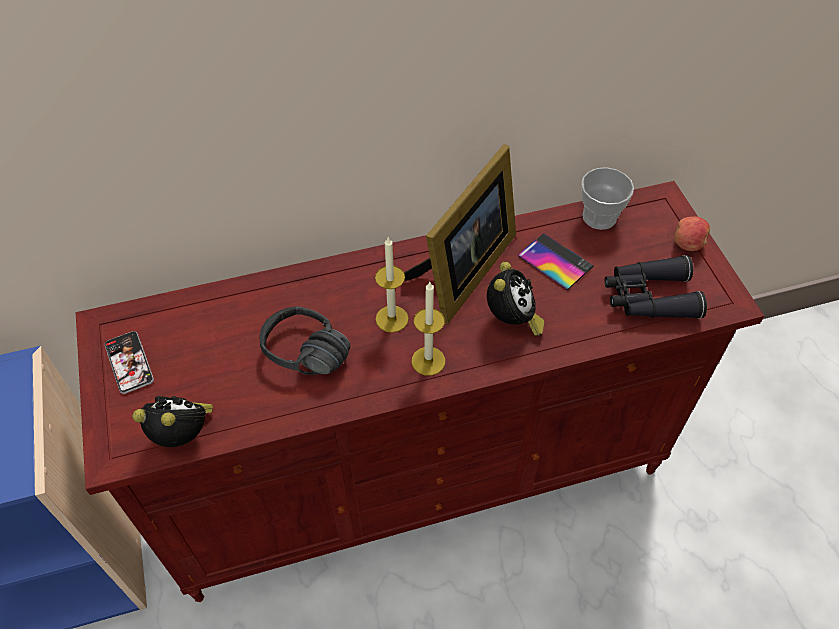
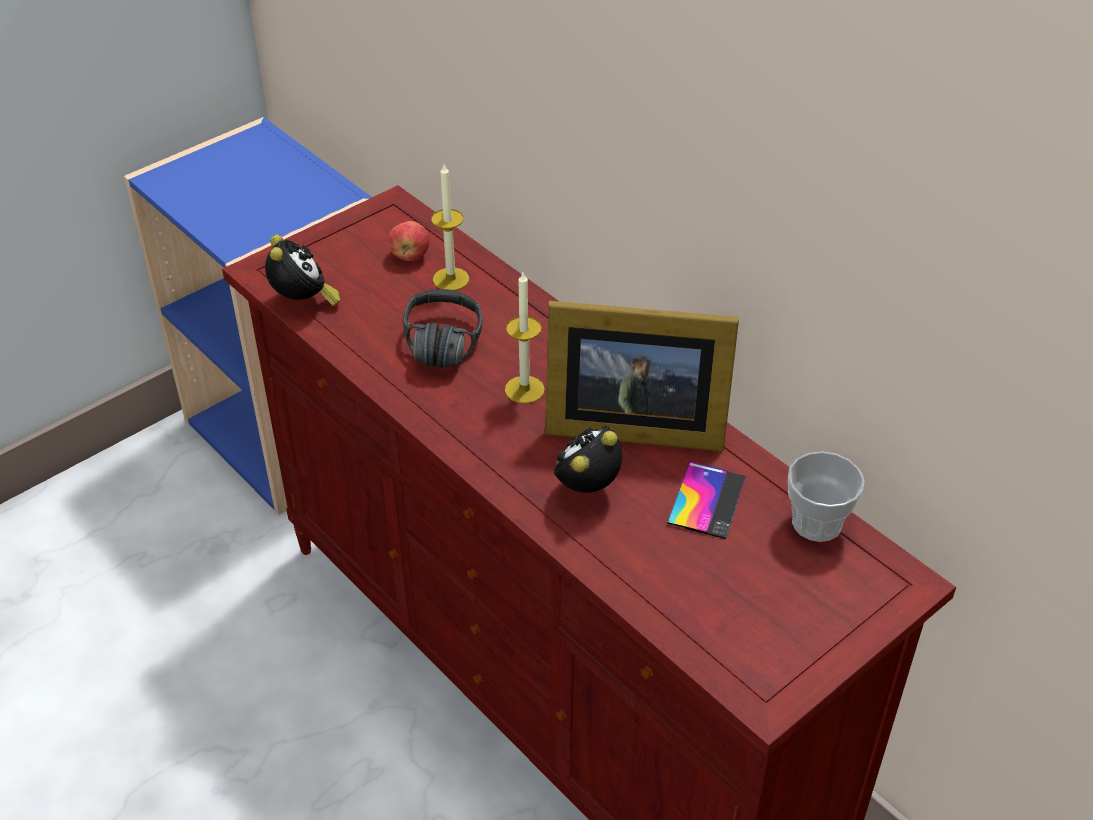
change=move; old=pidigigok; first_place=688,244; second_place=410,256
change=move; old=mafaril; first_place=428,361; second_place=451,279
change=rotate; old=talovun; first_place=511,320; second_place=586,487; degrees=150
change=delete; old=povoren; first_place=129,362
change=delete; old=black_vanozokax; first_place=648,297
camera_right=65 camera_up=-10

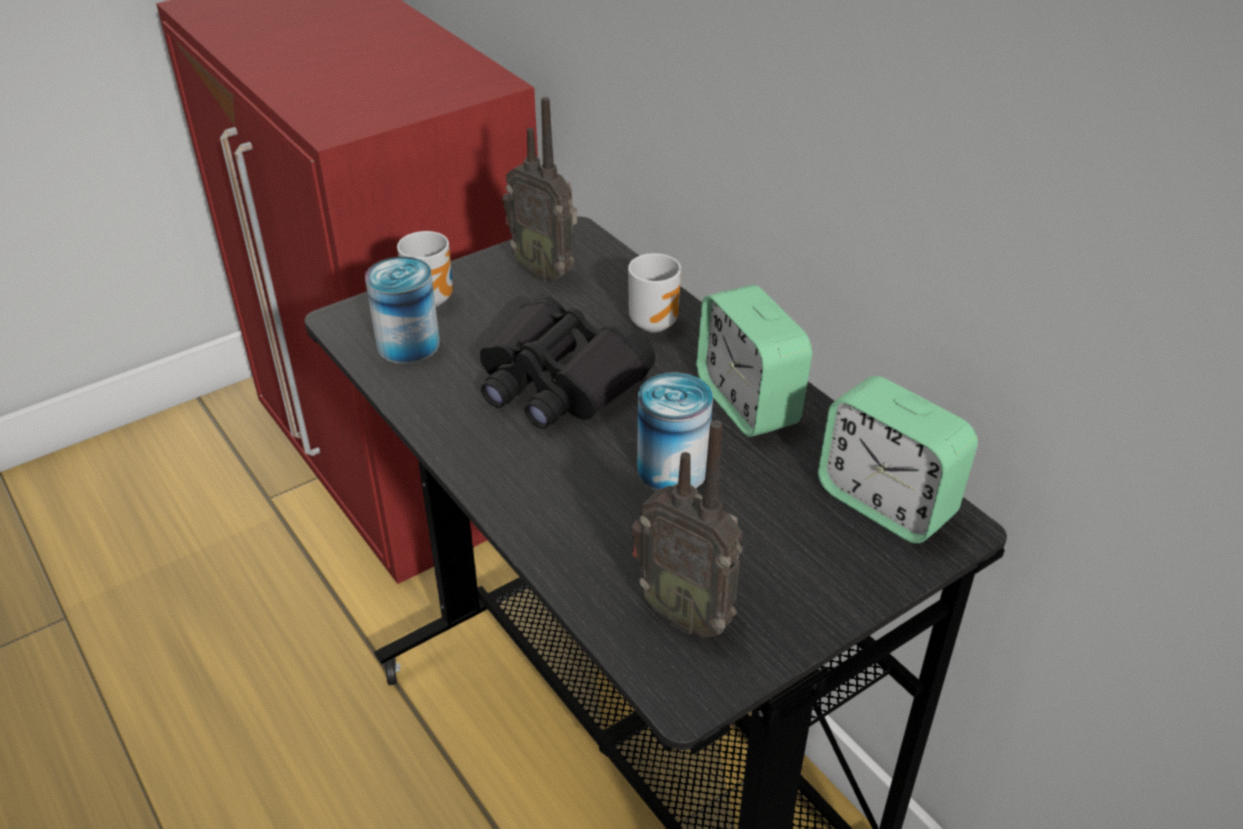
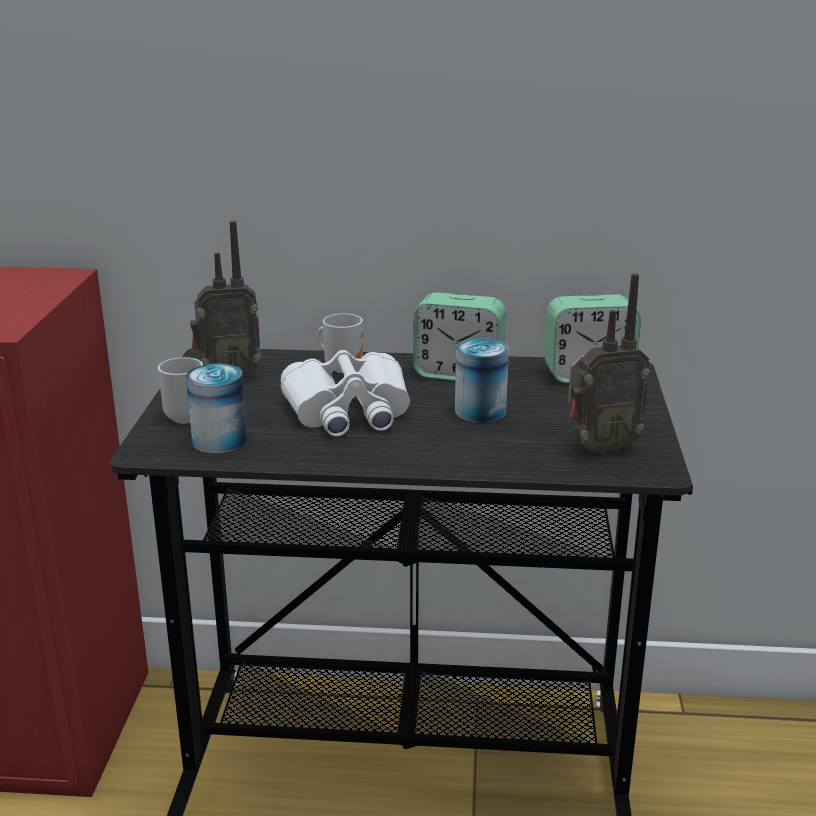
change=recolor; old=black_vanozokax; new=white_vanozokax; first_place=558,382; second_place=348,412
camera_right=-50 camera_up=-15

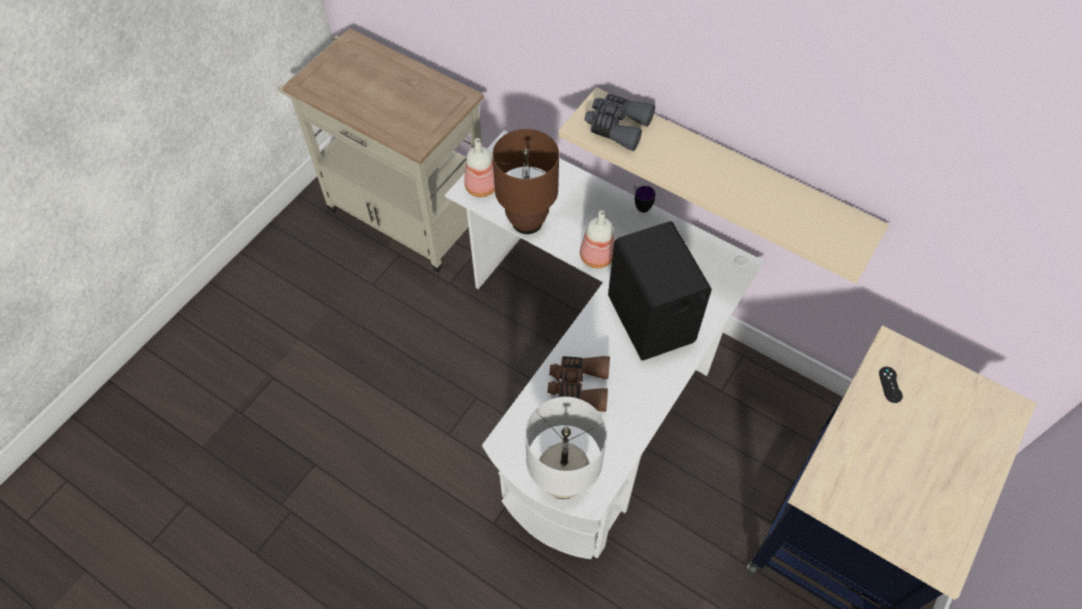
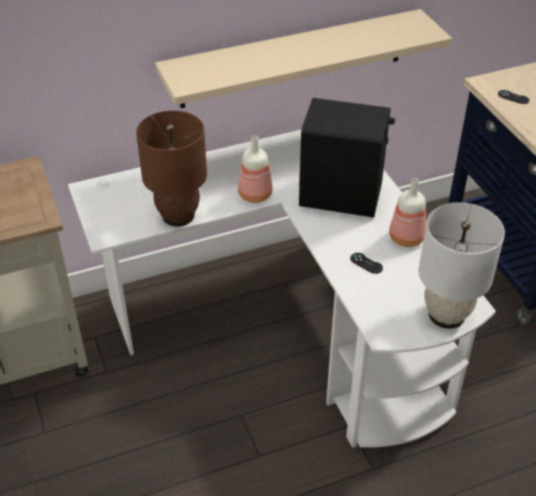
change=replace; old=brown_vanozokax; new=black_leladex; first_place=578,386; second_place=366,263
change=move; old=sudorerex; first_place=482,188; second_place=407,238
change=delete; old=grey_vanozokax; first_place=617,126
change=delete; old=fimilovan; first_place=641,205
camera_right=-55 camera_up=-15

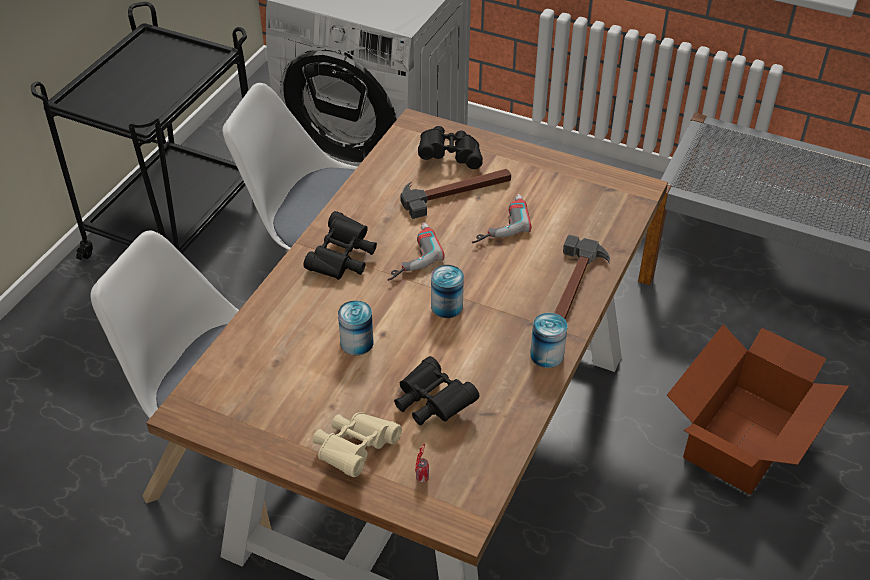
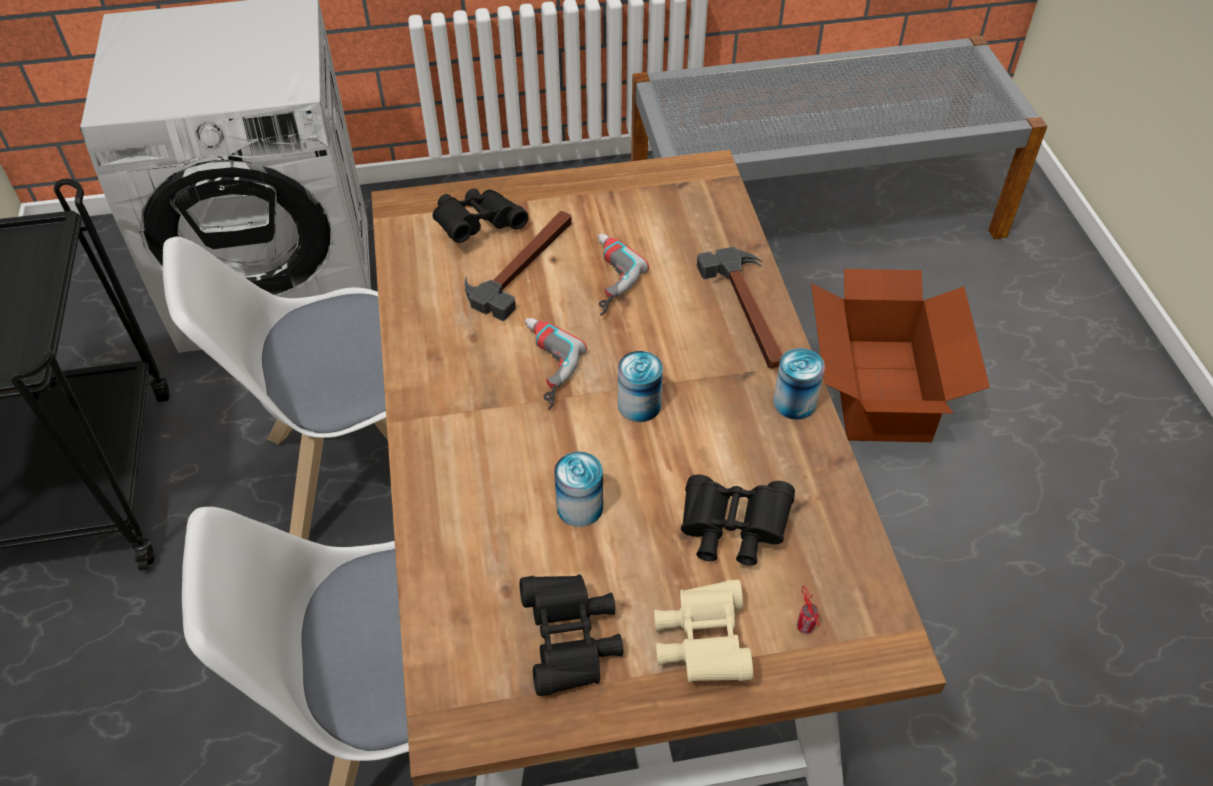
change=move; old=black_vanozokax; first_place=342,259; second_place=571,642
camera_right=-35 camera_up=5

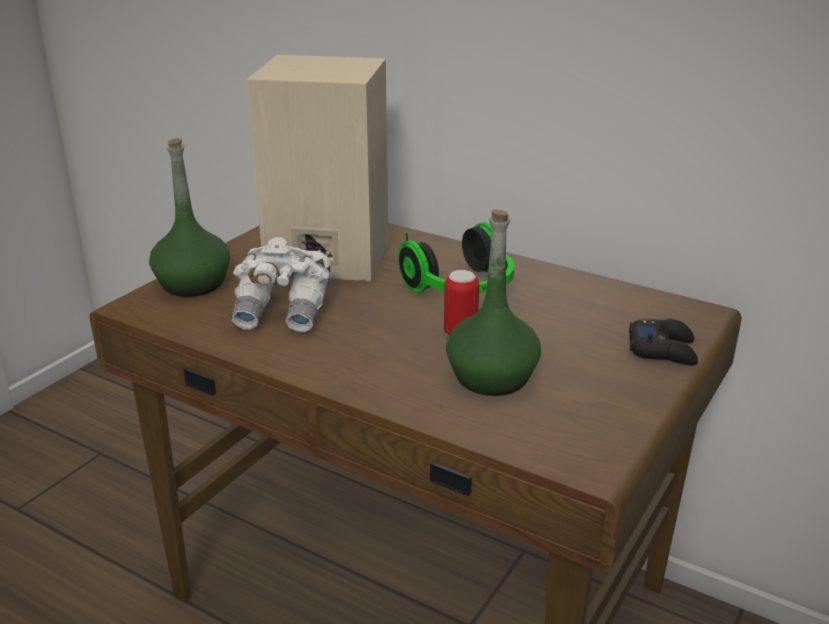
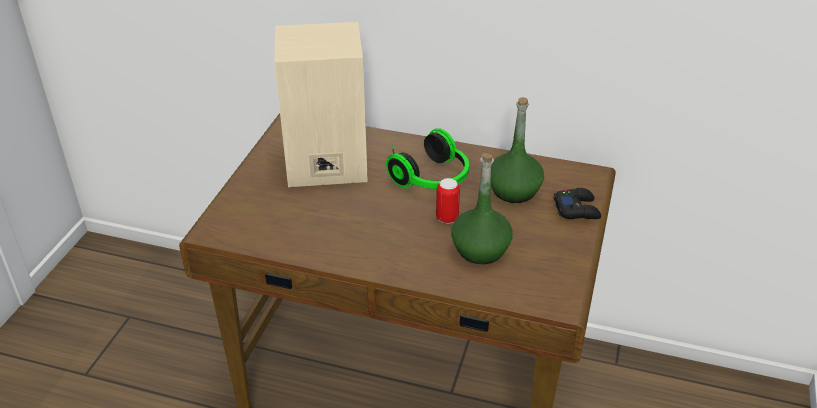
change=move; old=green_sudorerex; first_place=193,284; second_place=514,191
change=delete; old=white_vanozokax; first_place=284,311
camera_right=-15 camera_up=10

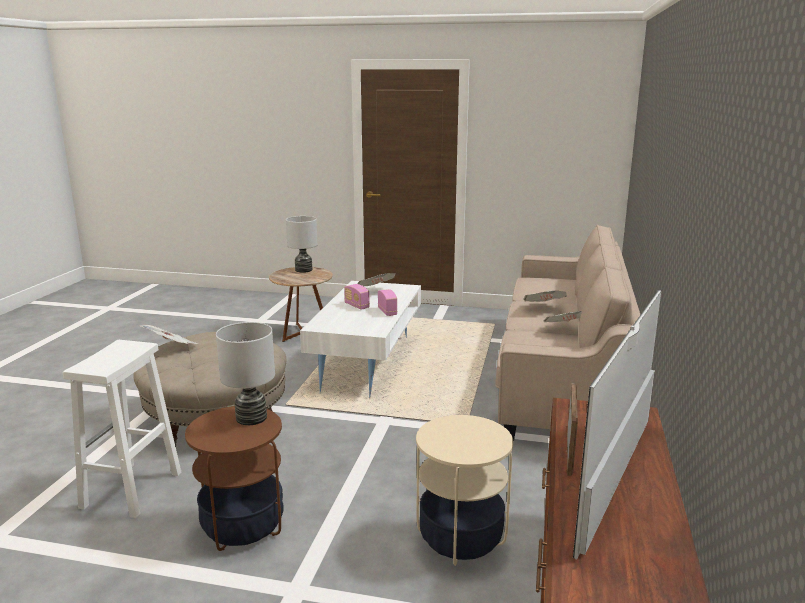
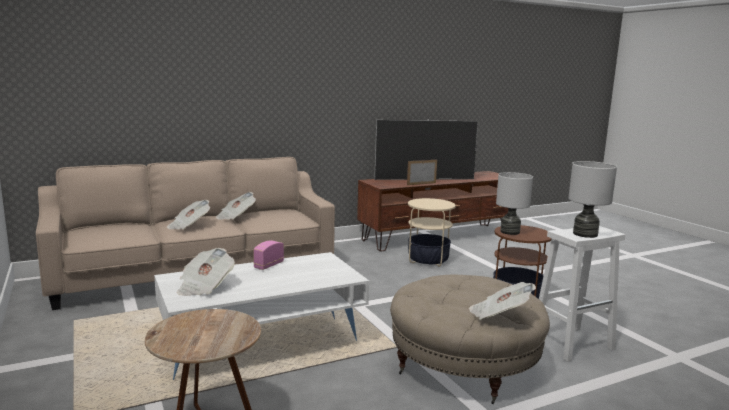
change=move; old=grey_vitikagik; first_place=303,270; second_place=585,234
change=delete; old=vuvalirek; first_place=357,306
camera_right=-130 camera_up=-5

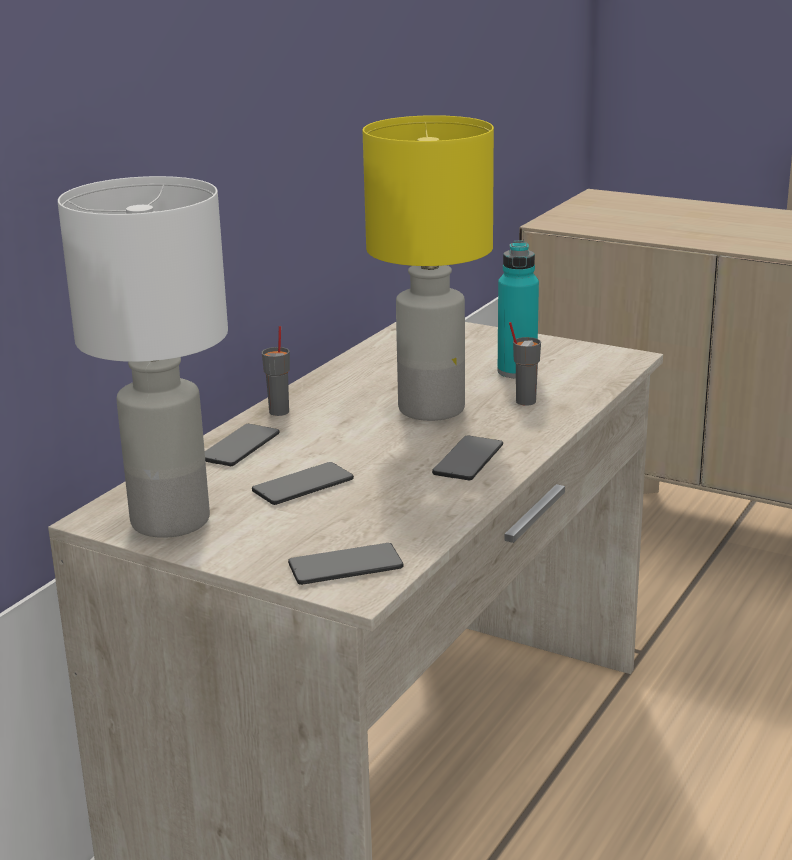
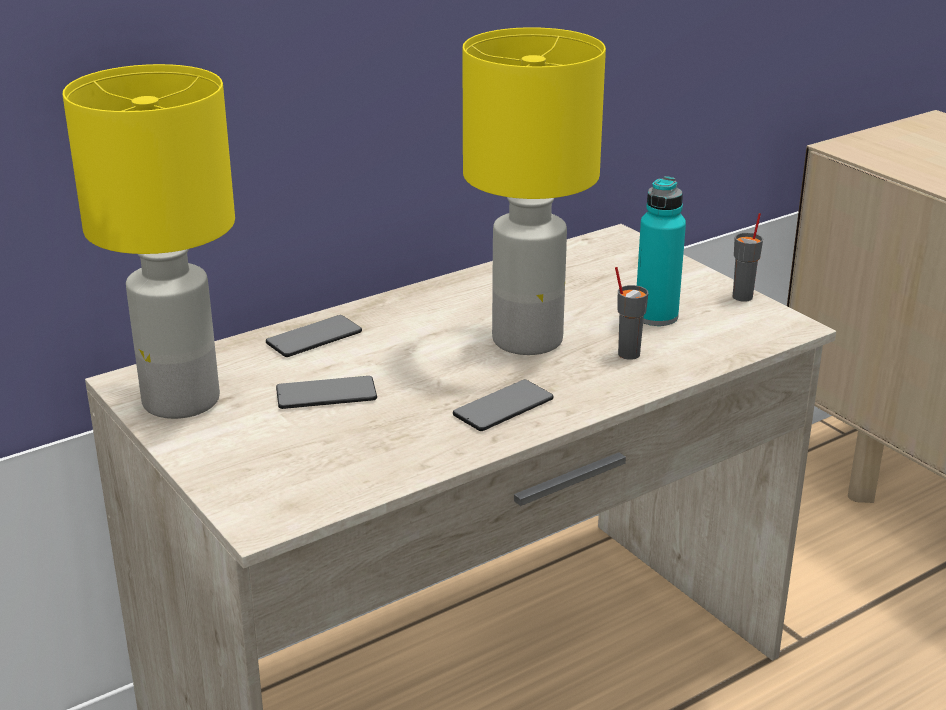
change=recolor; old=white_vitikagik; new=yellow_vitikagik; first_place=171,522; second_place=181,402
change=move; old=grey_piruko; first_place=279,411; second_place=743,297
change=delete; old=povoren; first_place=345,566
camera_right=25 camera_up=5

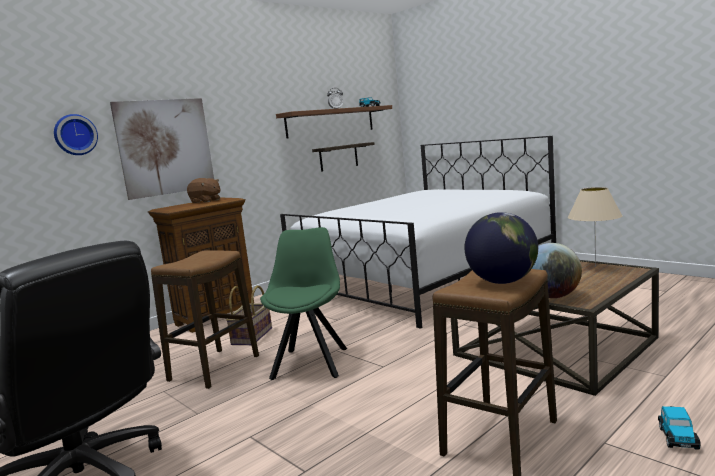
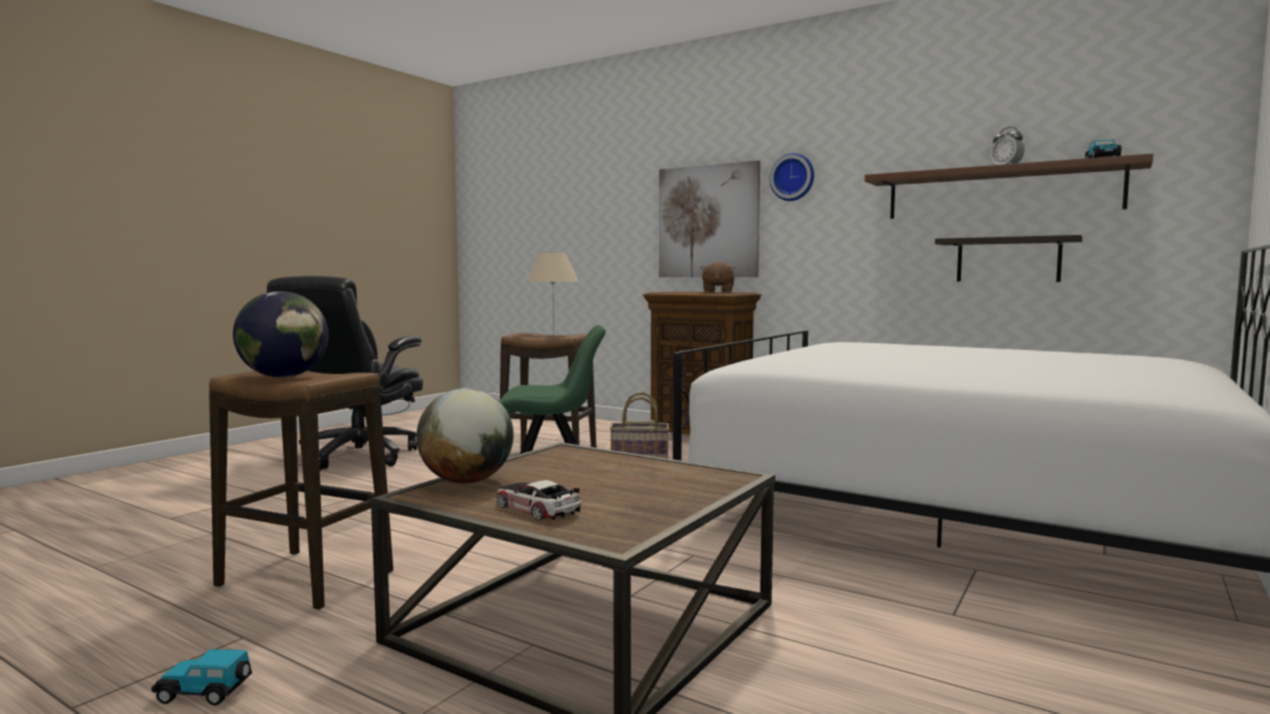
change=insert; new=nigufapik; second_place=537,509
change=move; old=beige_vitikagik; first_place=595,266; second_place=553,335
change=move; old=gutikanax; first_place=75,135; second_place=793,177
camera_right=75 camera_up=-5

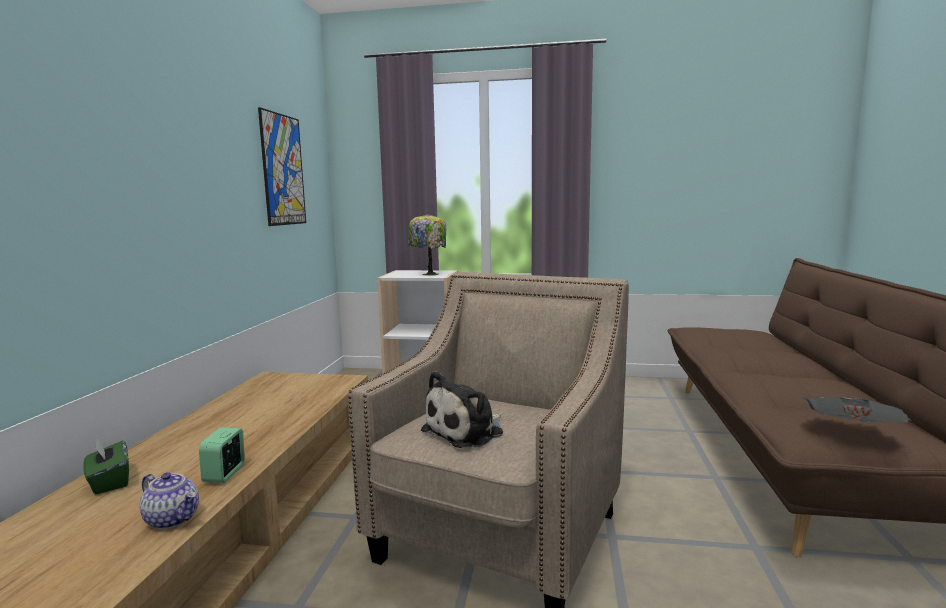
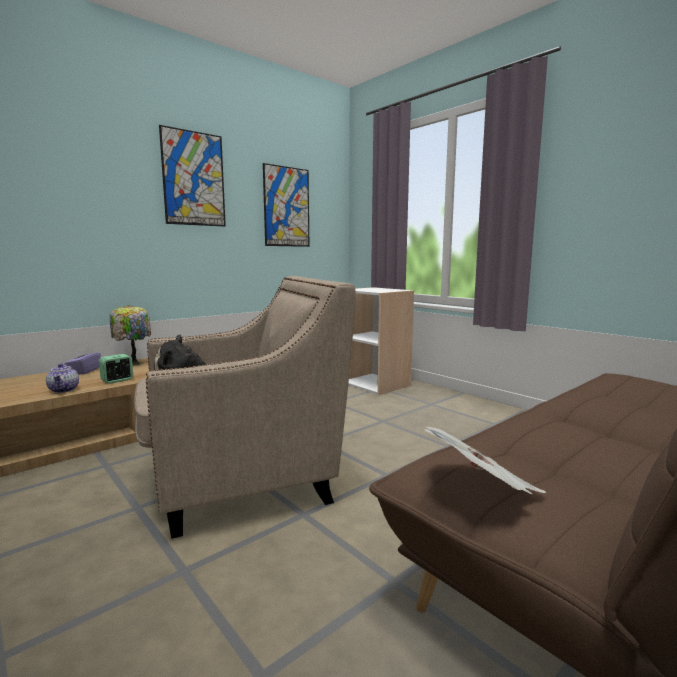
change=recolor; old=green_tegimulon; new=purple_tegimulon; first_place=109,482; second_place=84,371
change=move; old=vitikagik; first_place=429,274; second_place=134,363
change=insert; new=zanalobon; second_place=194,179
camera_right=40 camera_up=0

